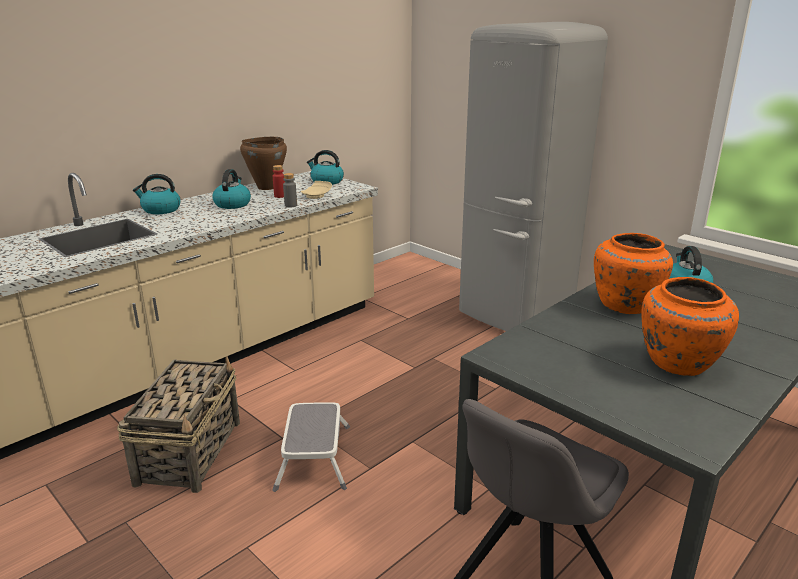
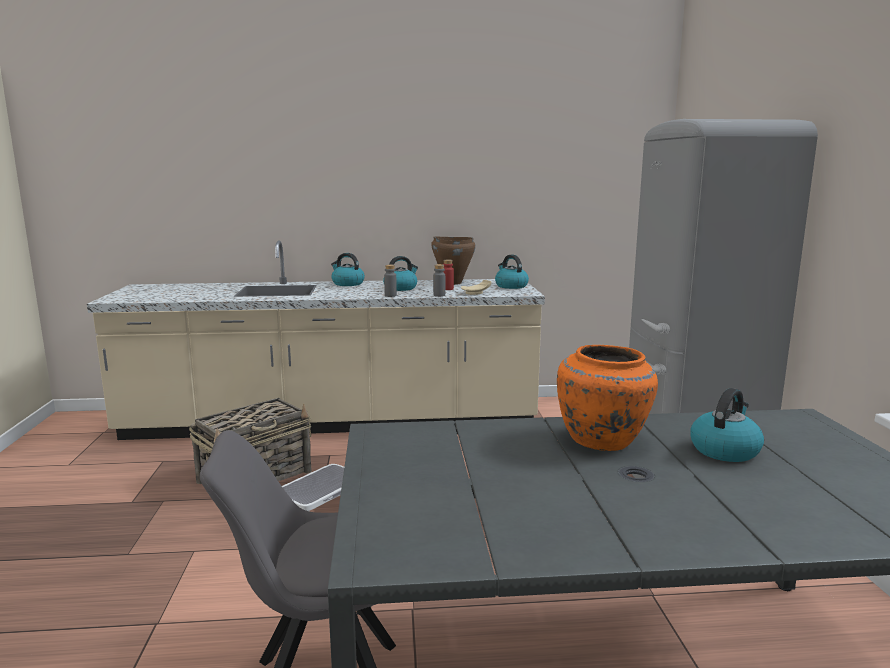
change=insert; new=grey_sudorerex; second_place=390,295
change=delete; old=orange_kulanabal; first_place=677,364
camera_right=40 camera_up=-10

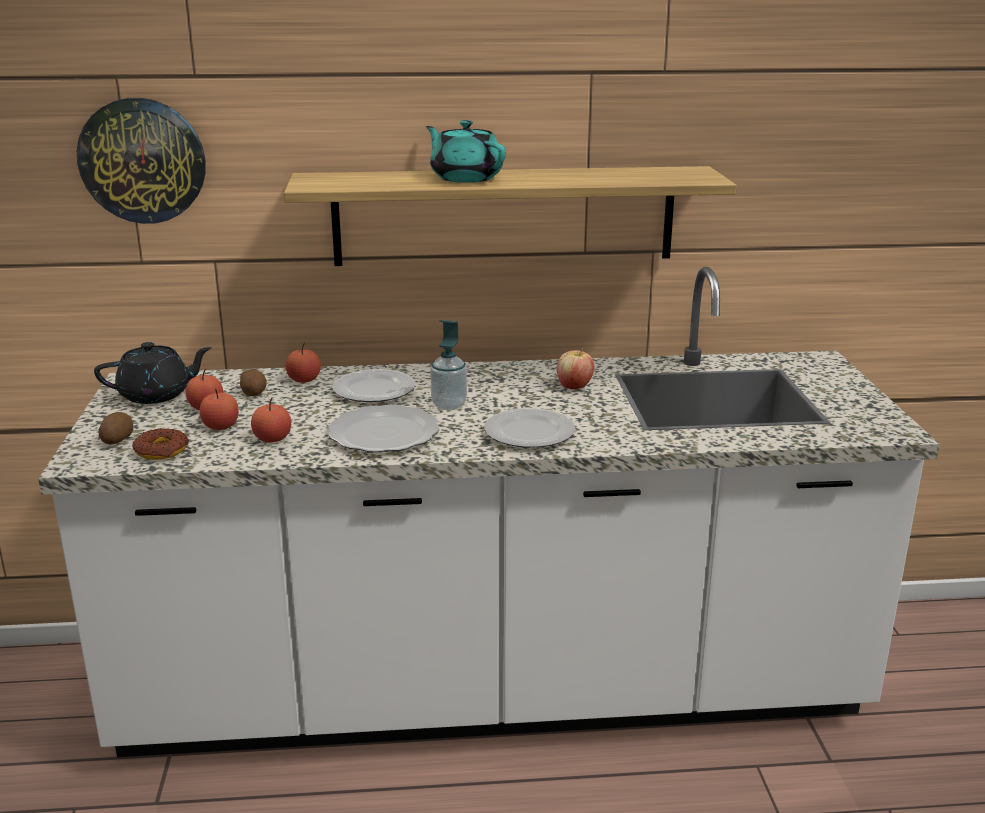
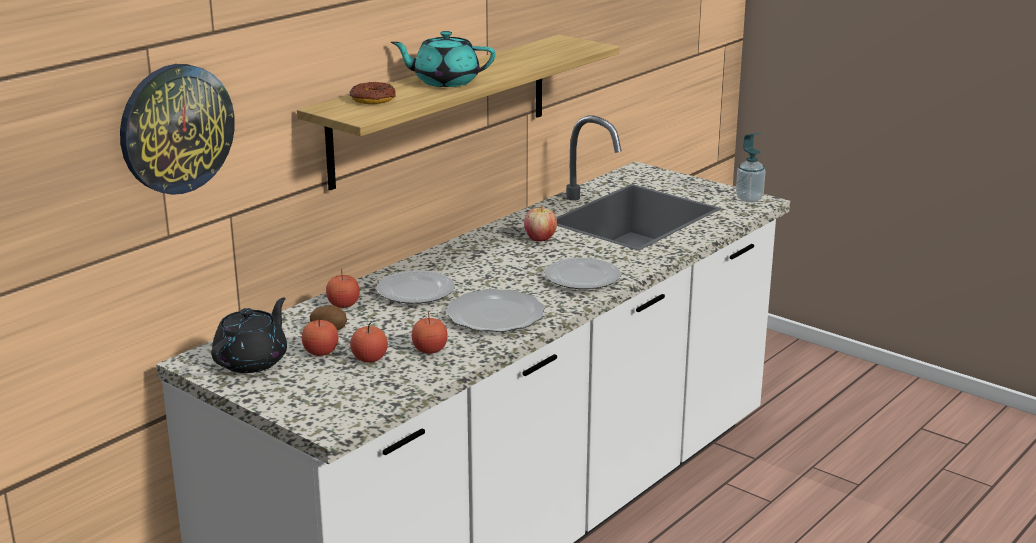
change=move; old=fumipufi; first_place=161,450; second_place=373,99
change=move; old=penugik; first_place=449,405; second_place=749,198
change=delete; old=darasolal; first_place=117,439
camera_right=-45 camera_up=0

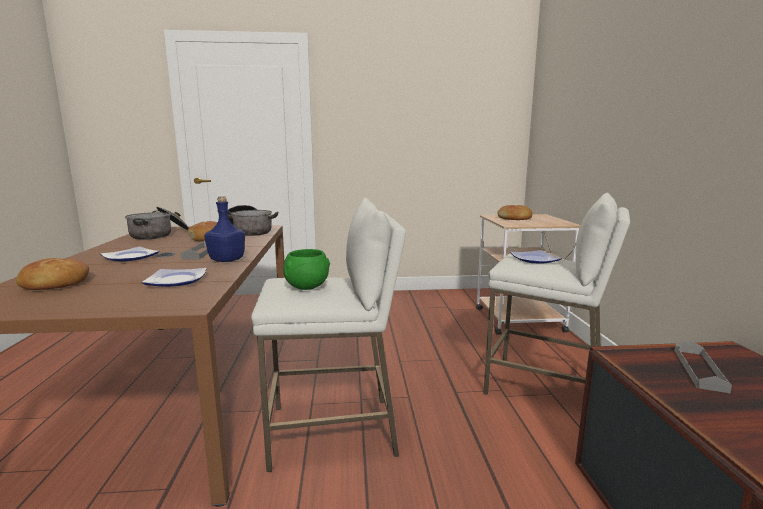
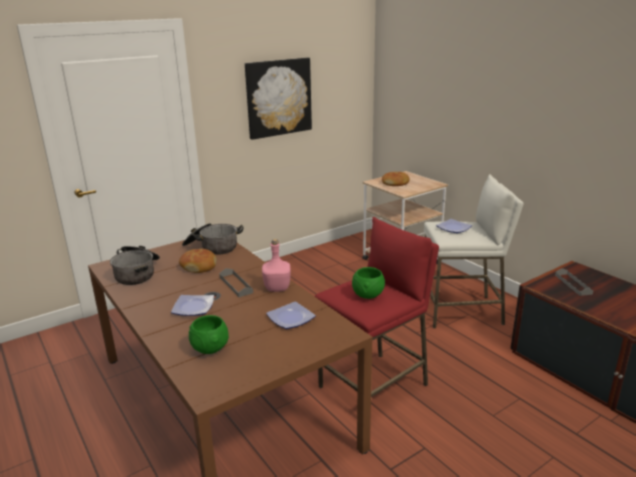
change=replace; old=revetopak; new=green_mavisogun; first_place=55,284; second_place=210,350
change=insert; new=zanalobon; second_place=278,97
change=recolor; old=blue_sudorerex; new=pink_sudorerex; first_place=226,260; second_place=277,288
change=recolor; old=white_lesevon; new=red_lesevon; first_place=333,431; second_place=374,386
camera_right=-30 camera_up=10

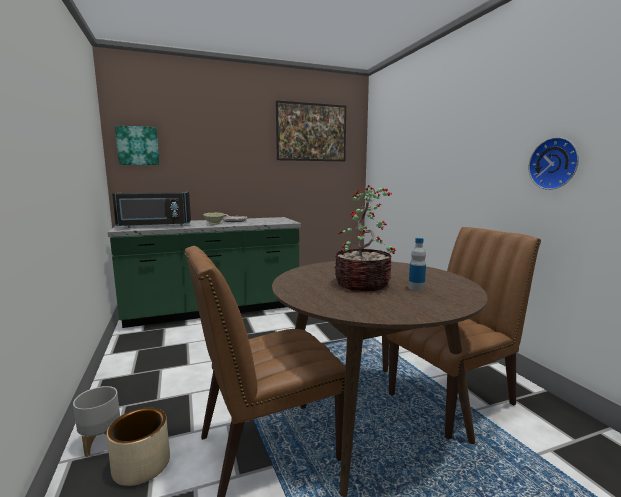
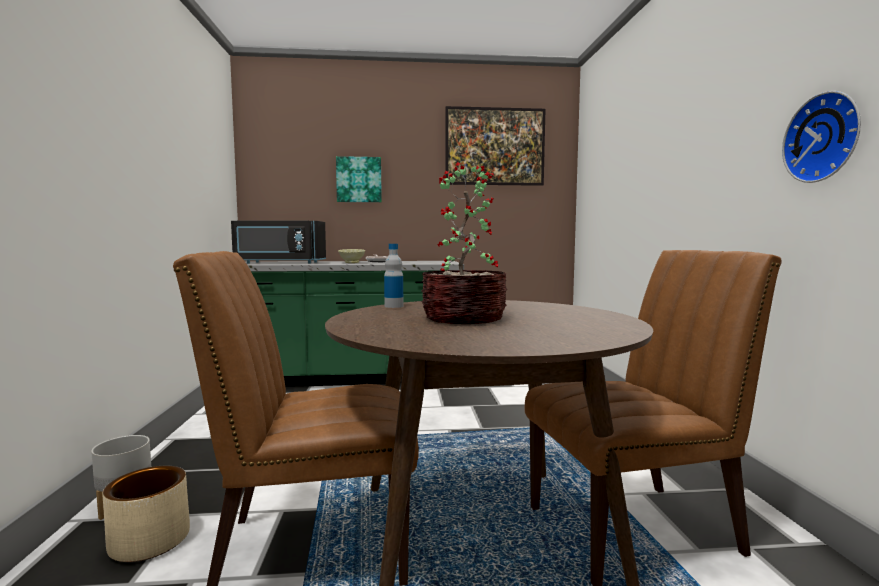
change=move; old=zanalobon; first_place=138,146; second_place=359,180
change=move; old=sudorerex; first_place=416,288; second_place=394,306
camera_right=15 camera_up=-5

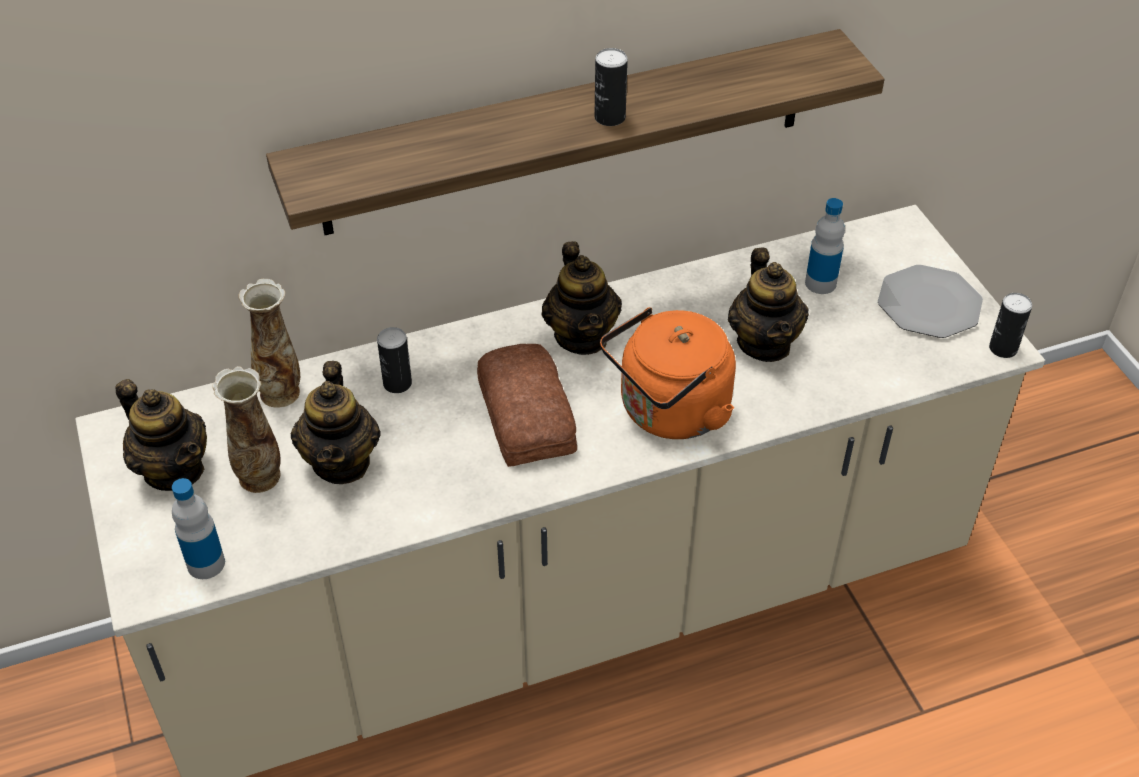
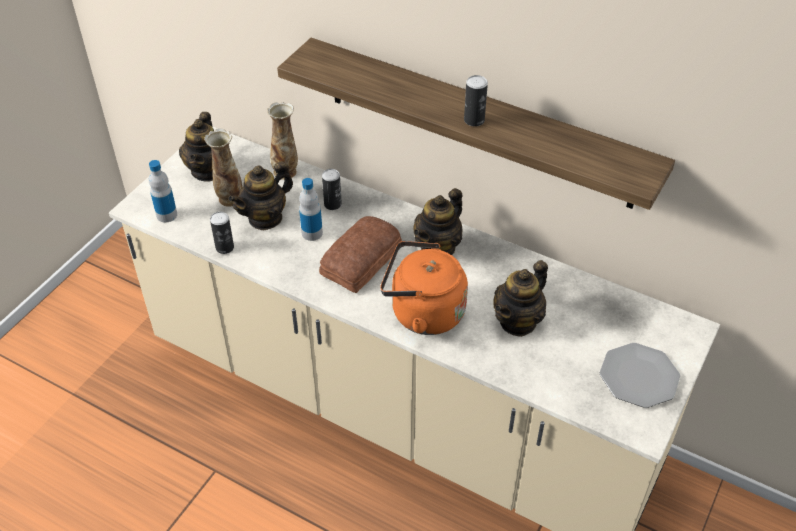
change=move; old=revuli; first_place=1003,348; second_place=224,247
change=move; old=sudorerex; first_place=820,283; second_place=312,233
camera_right=50 camera_up=0

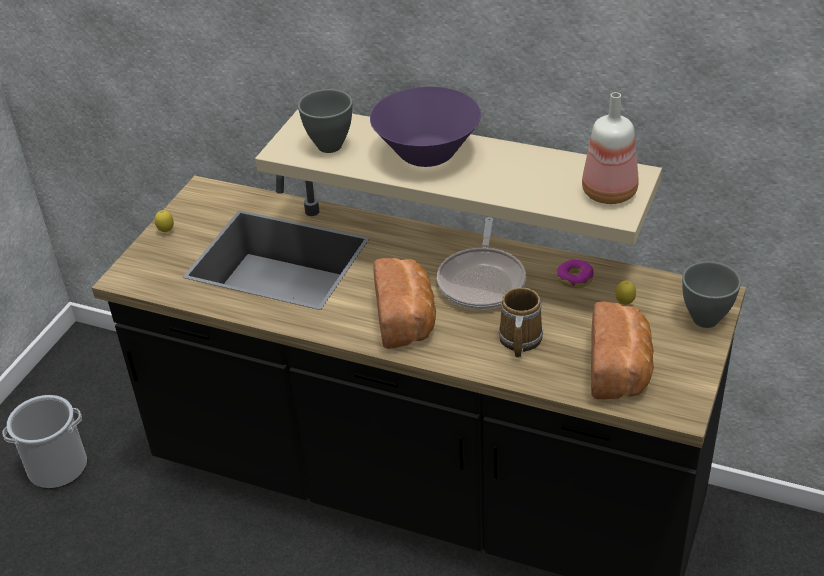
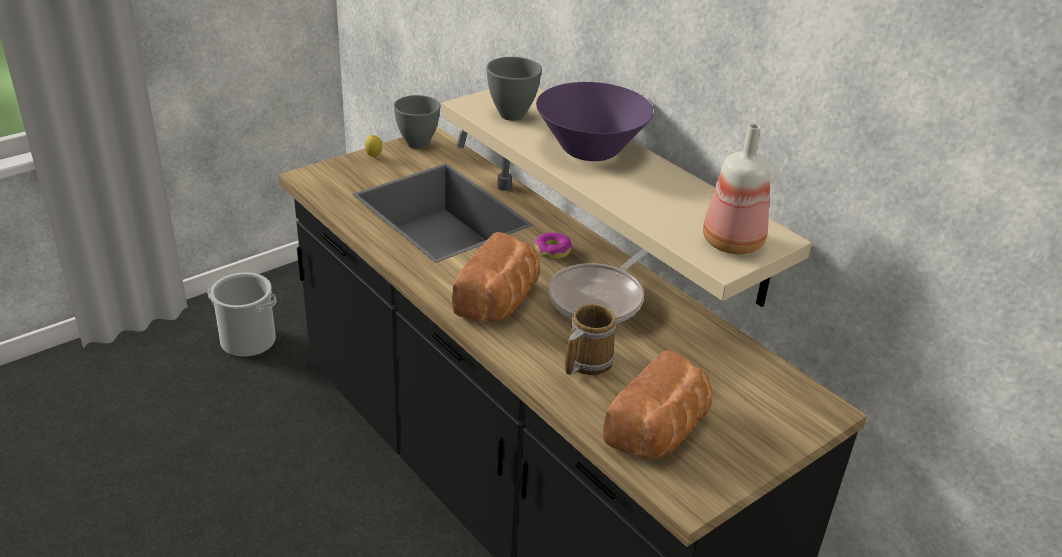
change=move; old=grey_mavisogun; first_place=706,318; second_place=418,144
change=move; old=fumipufi; first_place=575,278; second_place=553,251
change=delete; old=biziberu; first_place=624,303
camera_right=25 camera_up=-5

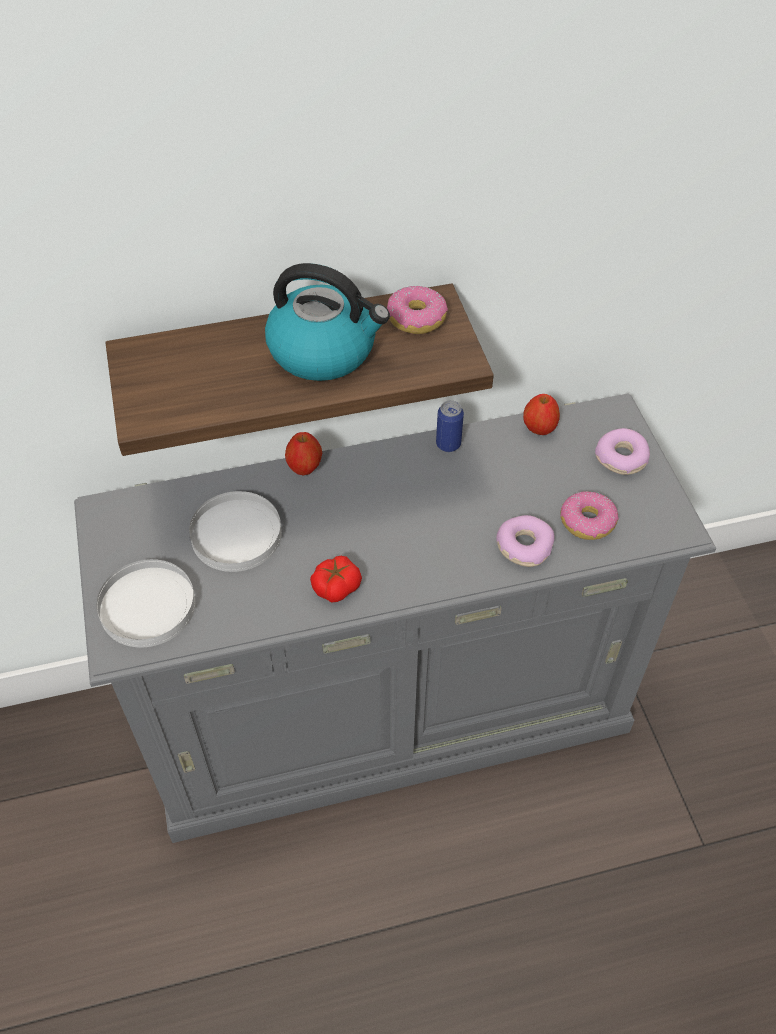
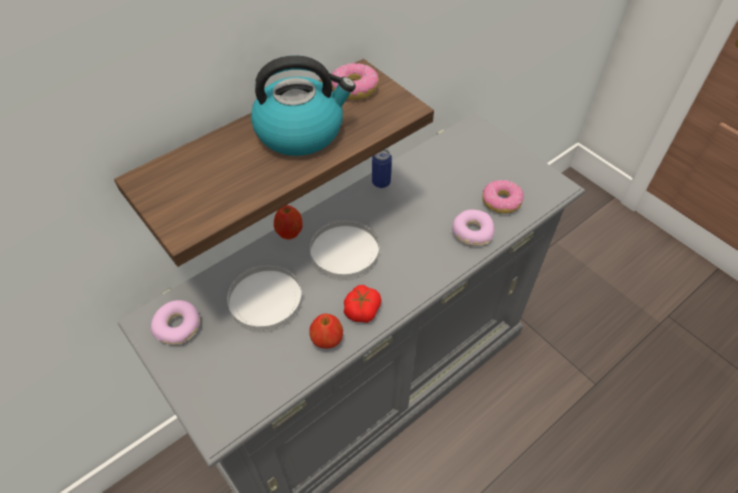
change=move; old=fumipufi; first_place=621,458; second_place=178,326
change=move; old=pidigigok; first_place=539,429; second_place=327,340
change=move; old=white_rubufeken; first_place=147,607; second_place=344,252
camera_right=-25 camera_up=0

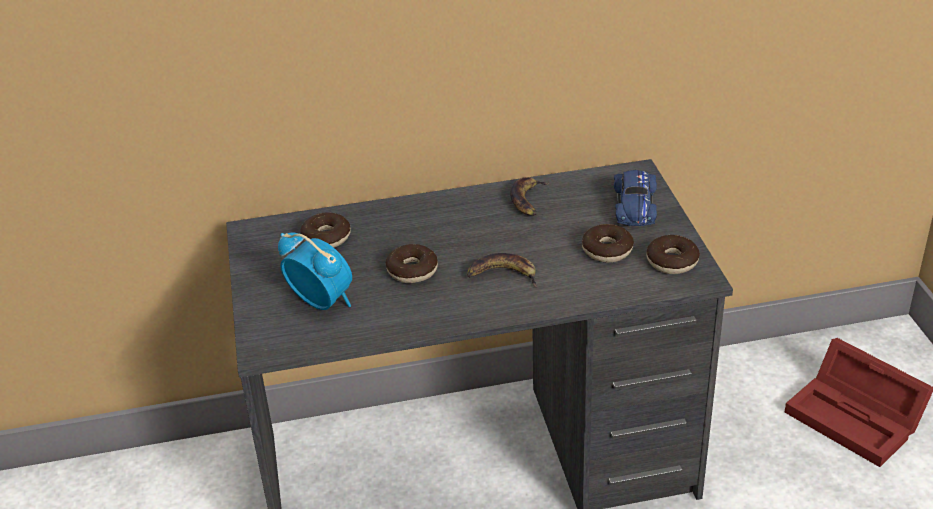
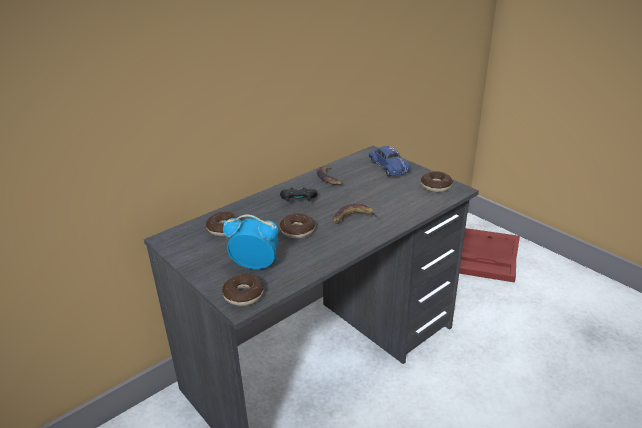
change=move; old=fumipufi; first_place=607,250; second_place=243,295
change=insert; new=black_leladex; second_place=298,201
camera_right=-30 camera_up=-5

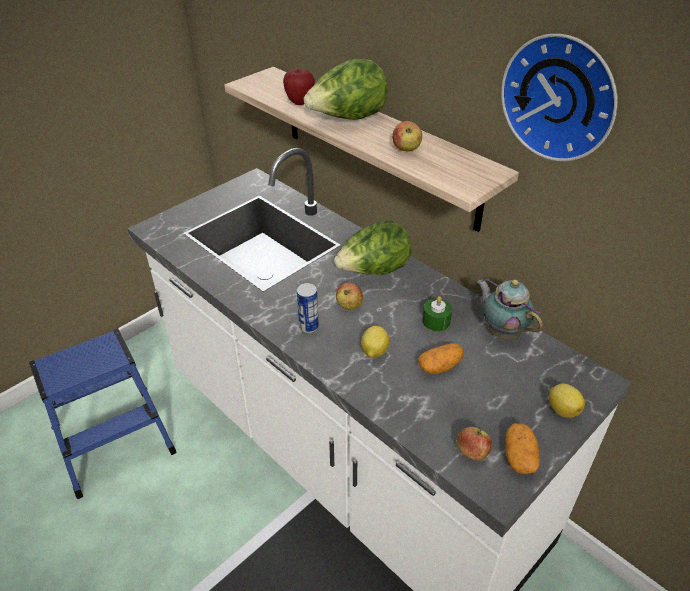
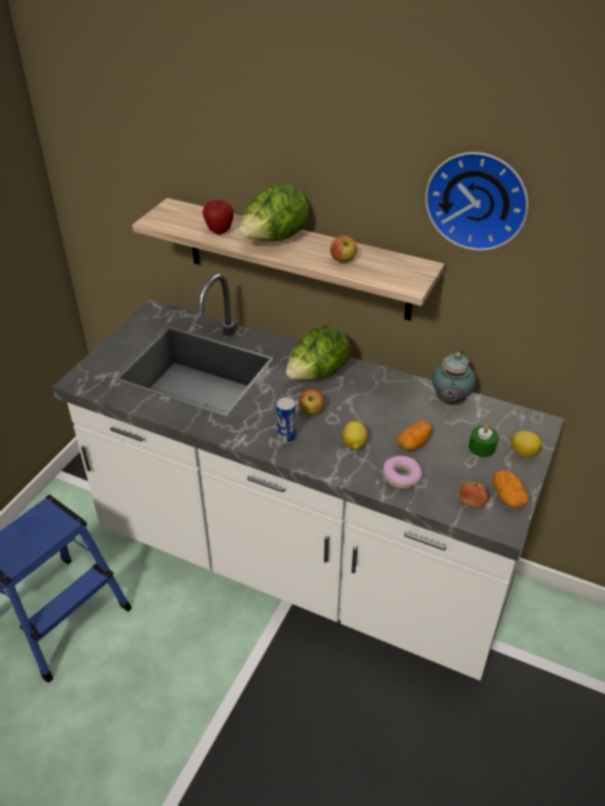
change=insert; new=fumipufi; second_place=401,476
change=rotate; old=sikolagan; first_place=502,331; second_place=449,402; degrees=-105
change=move; old=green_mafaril; first_place=436,321; second_place=482,447
camera_right=-20 camera_up=0

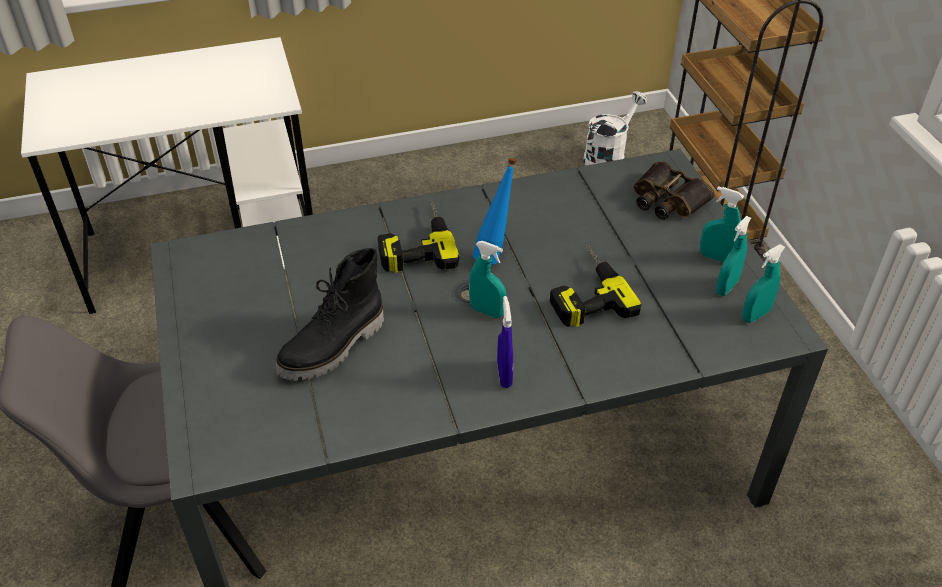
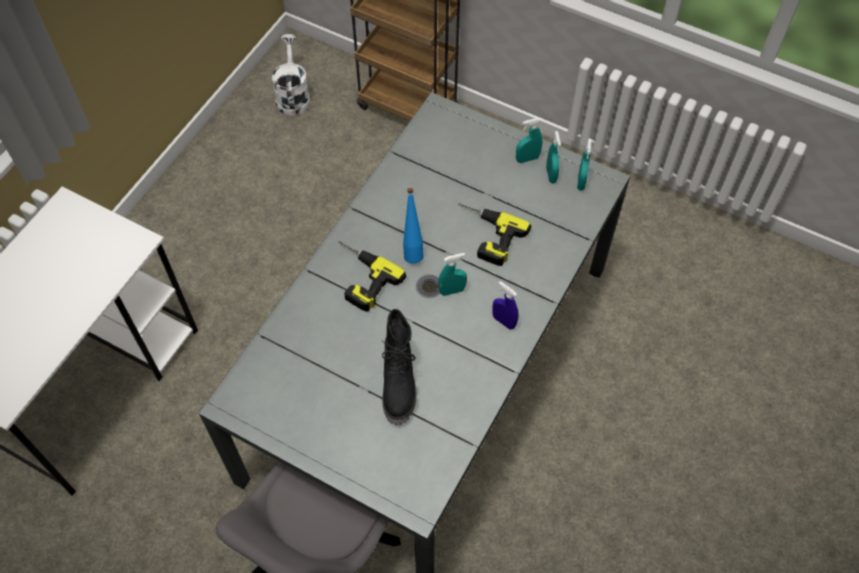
change=delete; old=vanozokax; first_place=667,200
camera_right=-45 camera_up=15

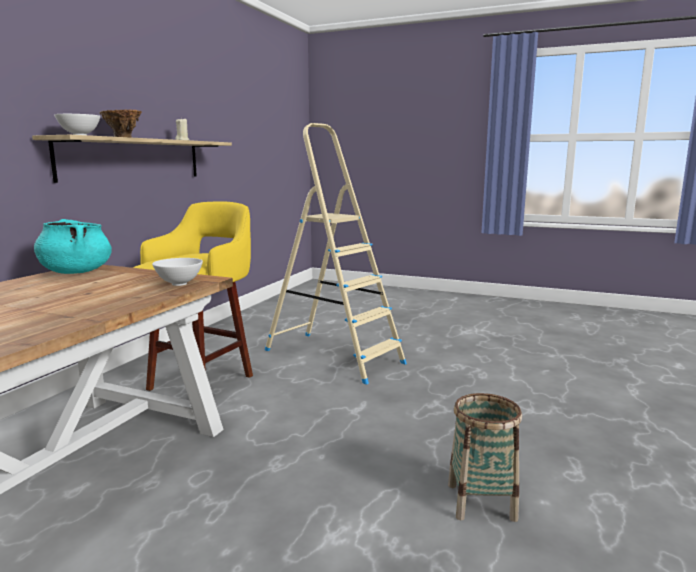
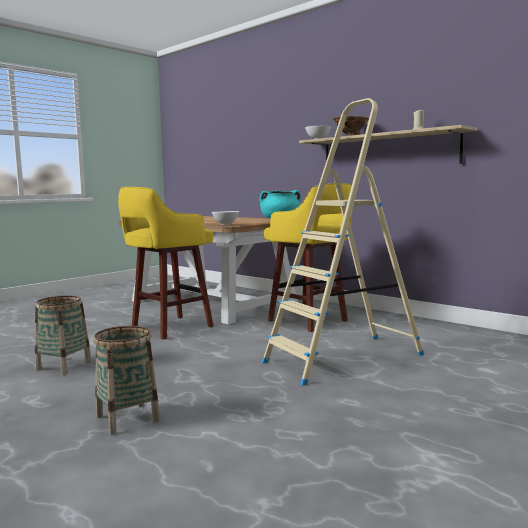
change=insert; new=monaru; second_place=127,418
change=insert; new=yellow_lesevon; second_place=169,328
camera_right=110 camera_up=-5

